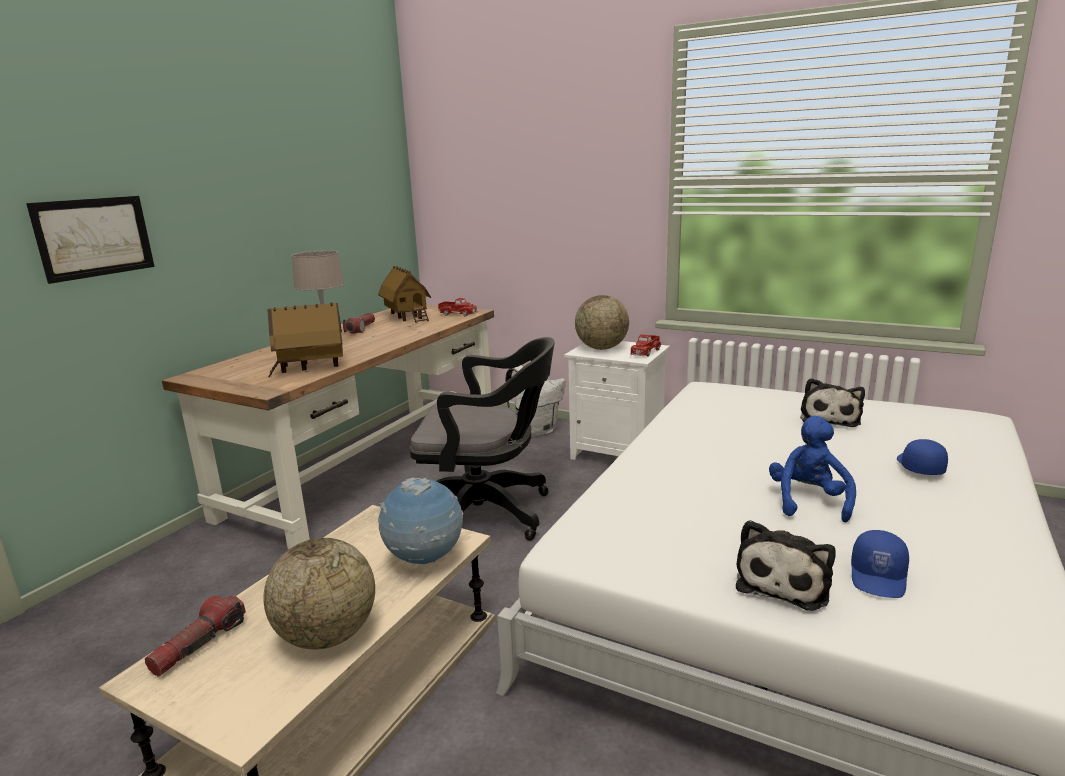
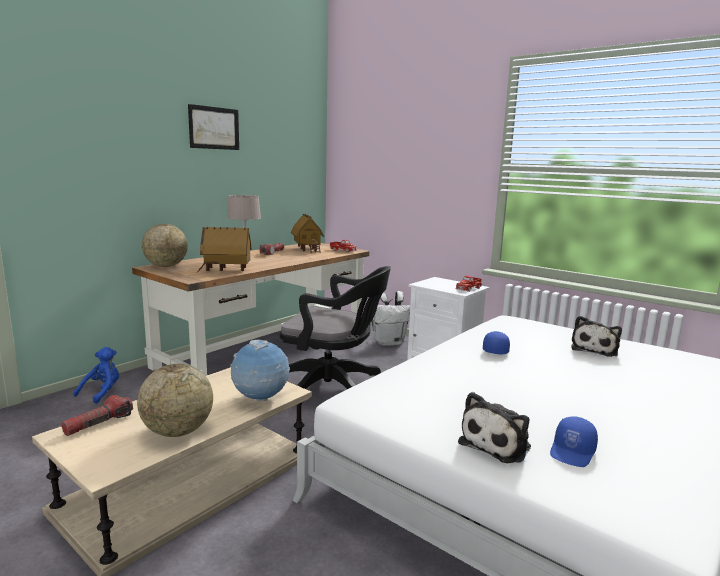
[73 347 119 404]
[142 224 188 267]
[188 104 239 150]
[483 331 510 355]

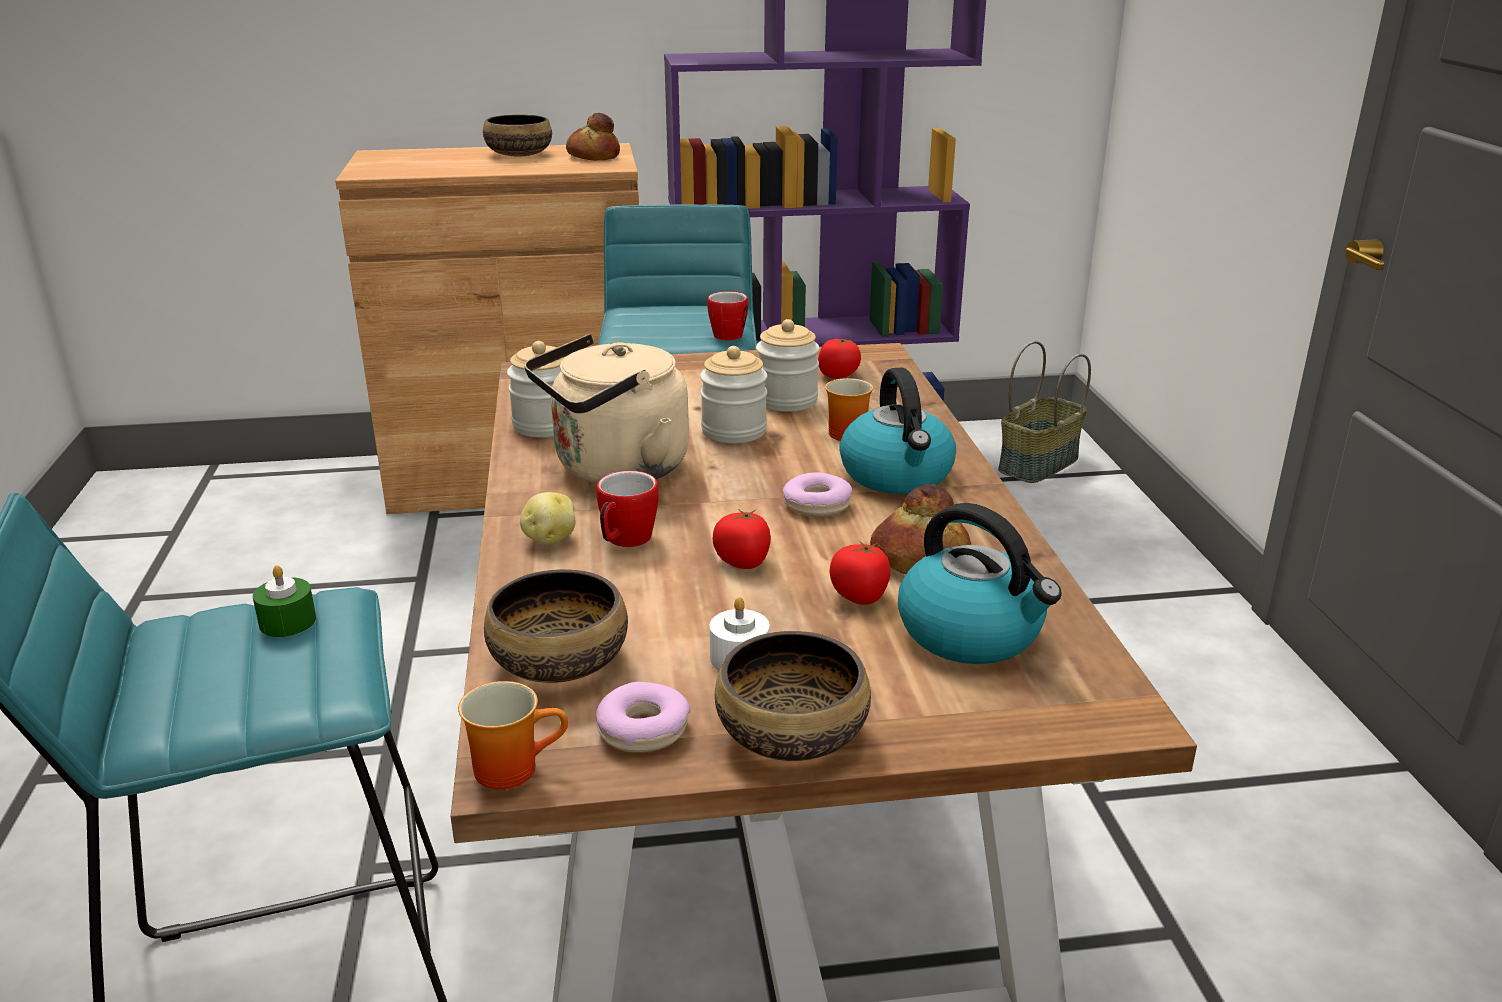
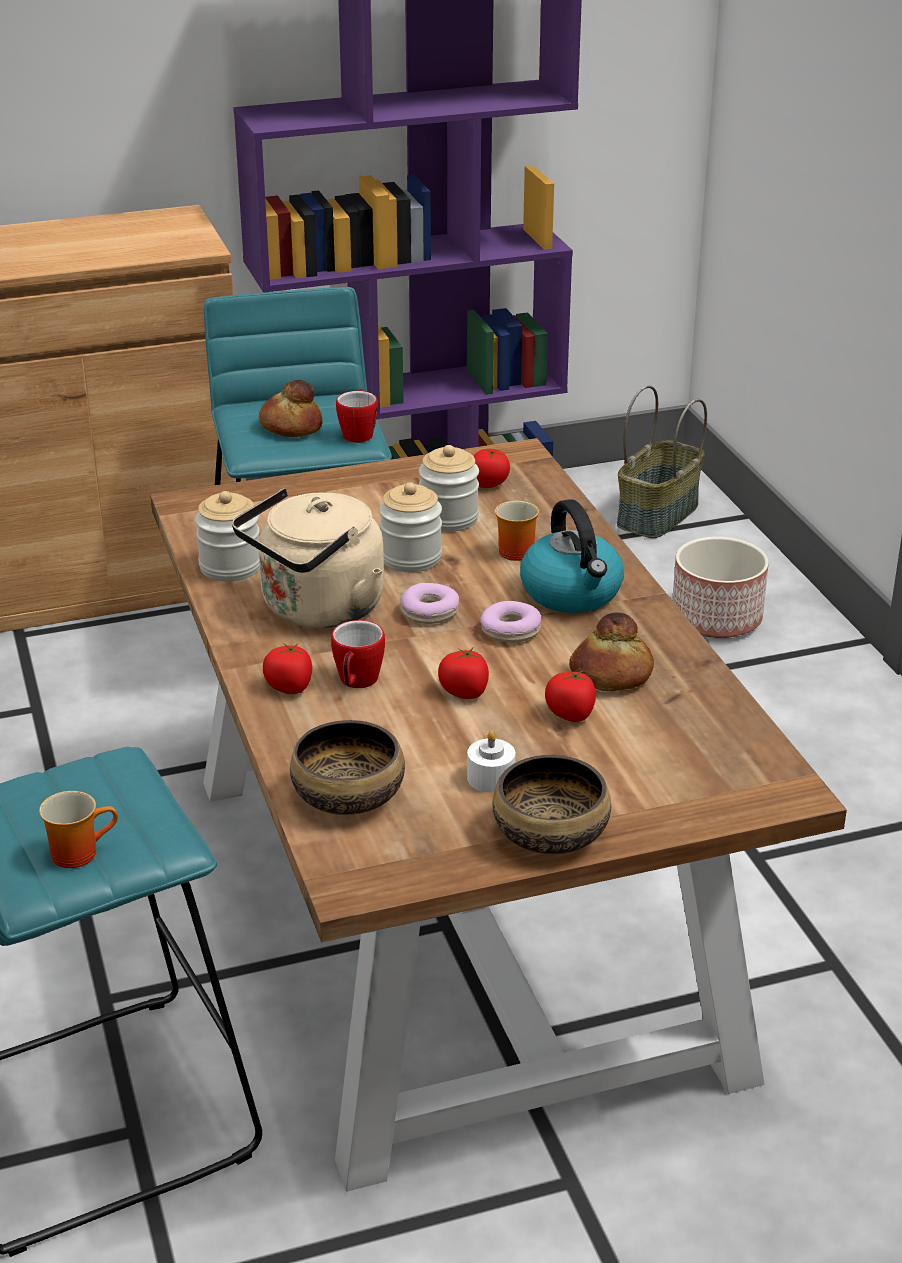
[39 791 118 868]
[259 380 323 437]
[263 643 312 694]
[400 583 459 624]
[672 536 769 638]
[253 565 316 637] (first image)
[483 114 552 157] (first image)
[898 503 1062 664] (first image)

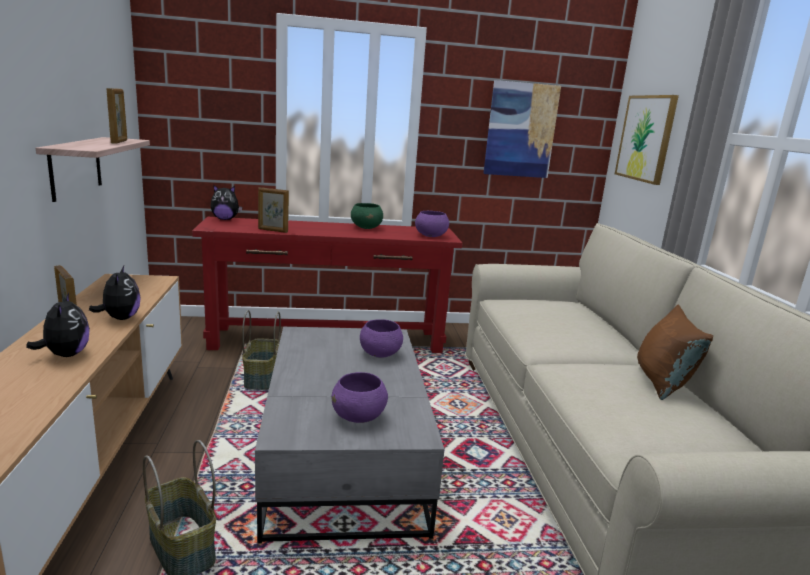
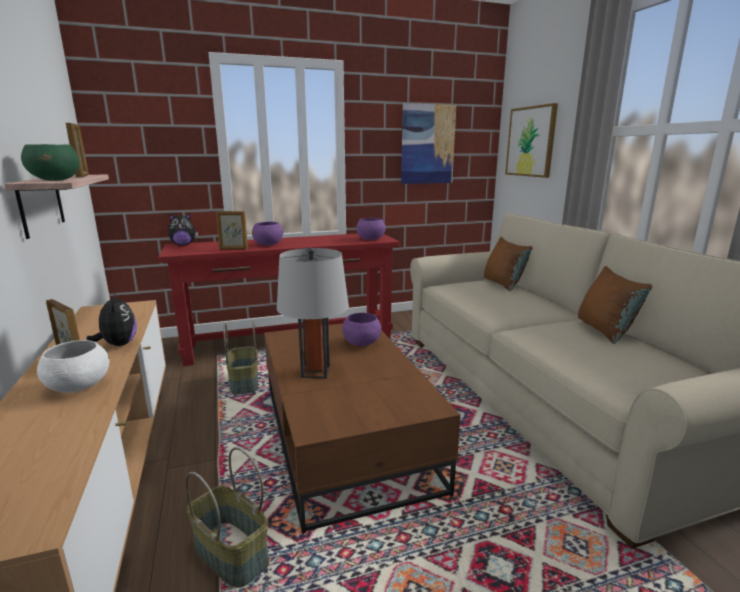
[21 144 79 181]
[37 340 110 393]
[252 222 283 246]
[264 323 461 534]
[277 248 349 378]
[484 237 533 291]

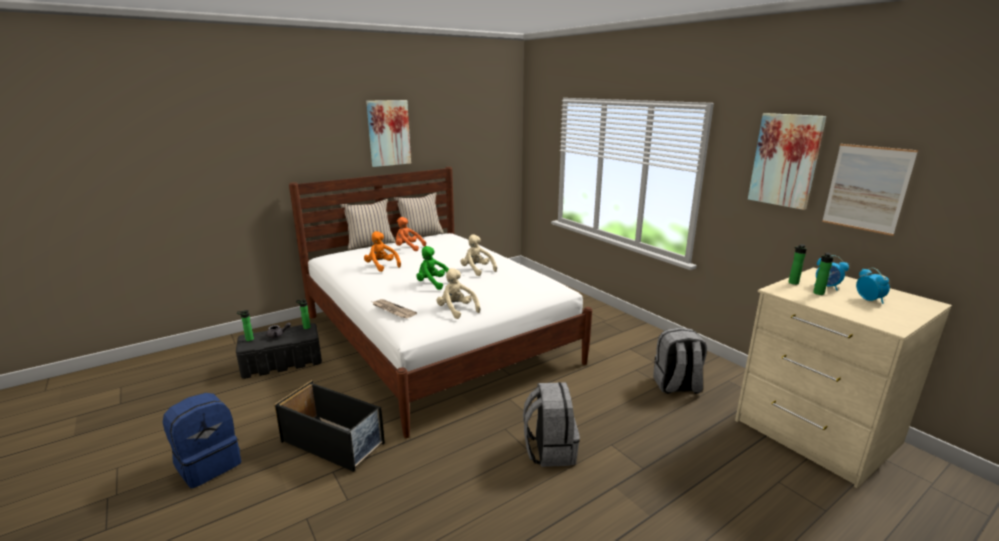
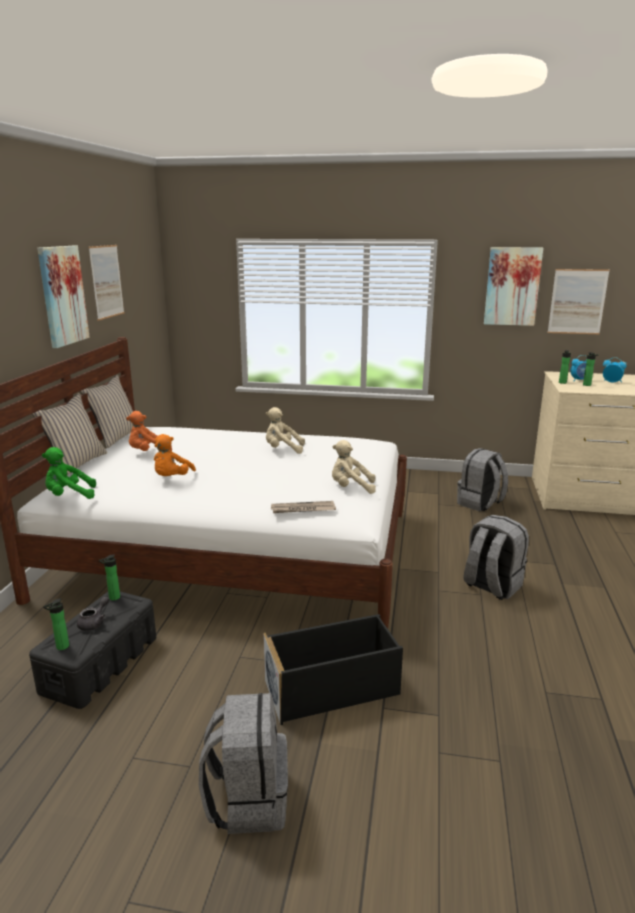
[42 447 96 499]
[88 245 124 321]
[154 434 196 476]
[199 693 288 834]

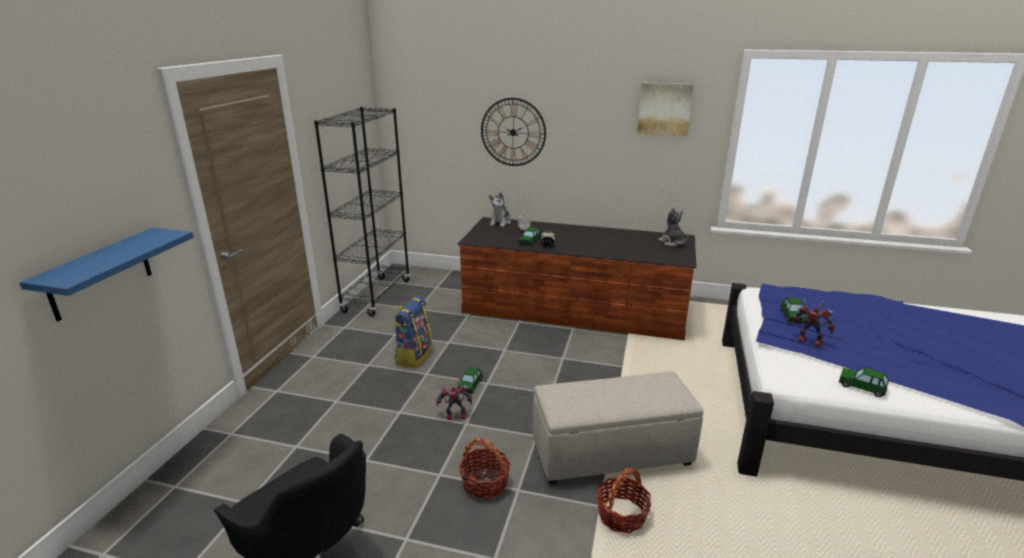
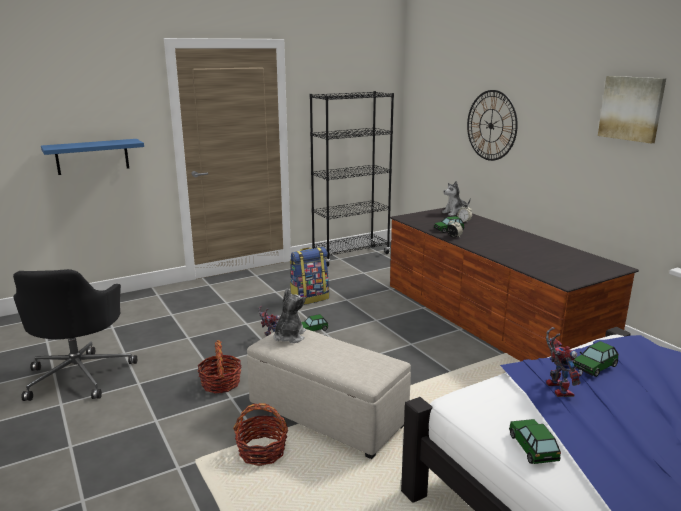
[273 289 306 343]

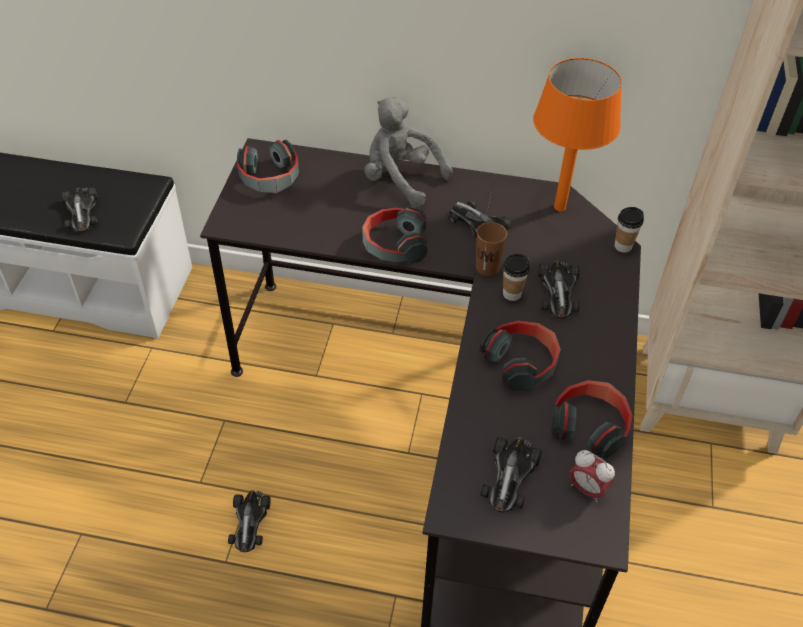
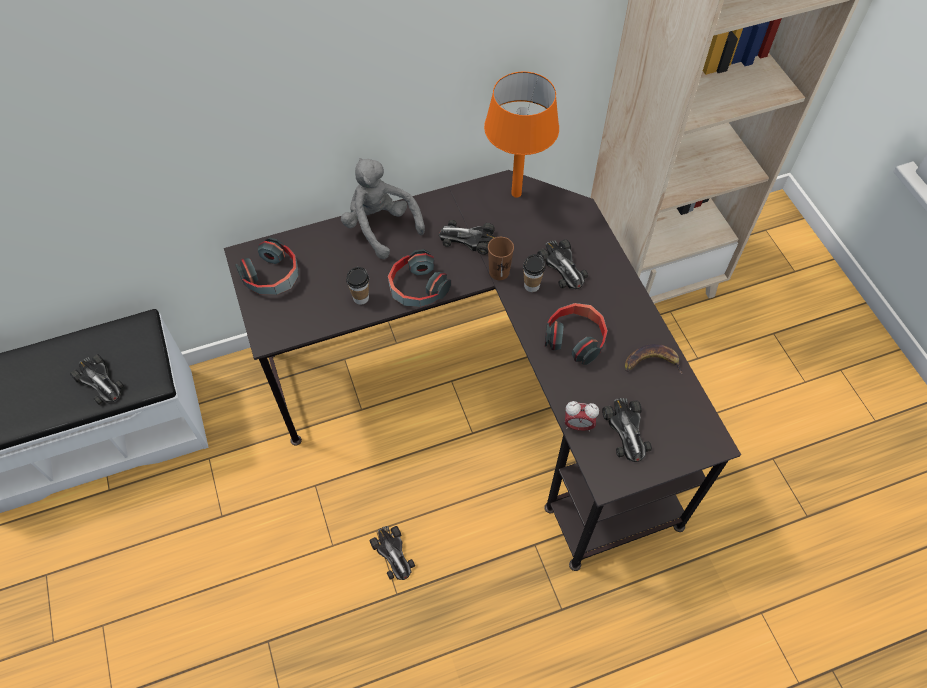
[341 158 425 259]
[346 267 369 305]
[565 401 599 432]
[625 344 683 374]

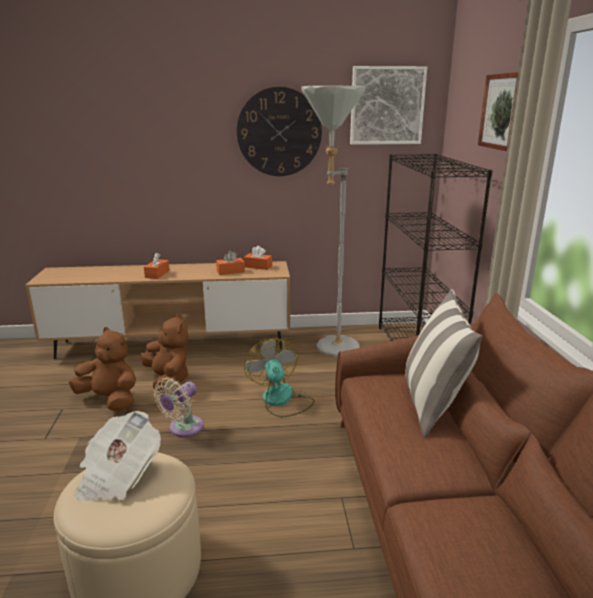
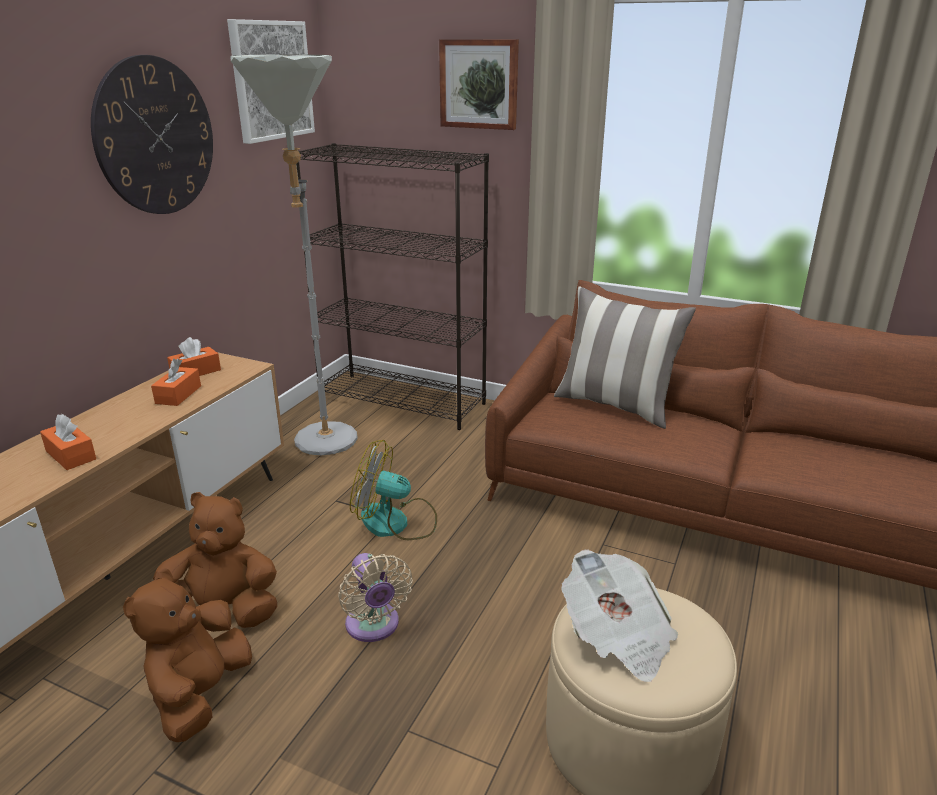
[123 568 252 742]

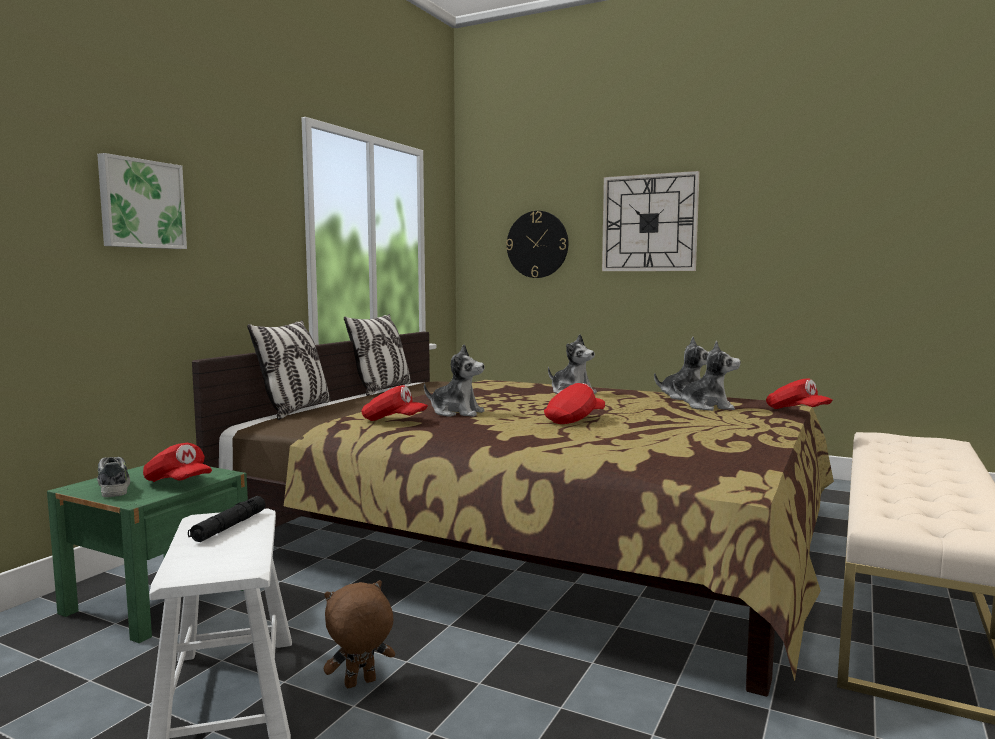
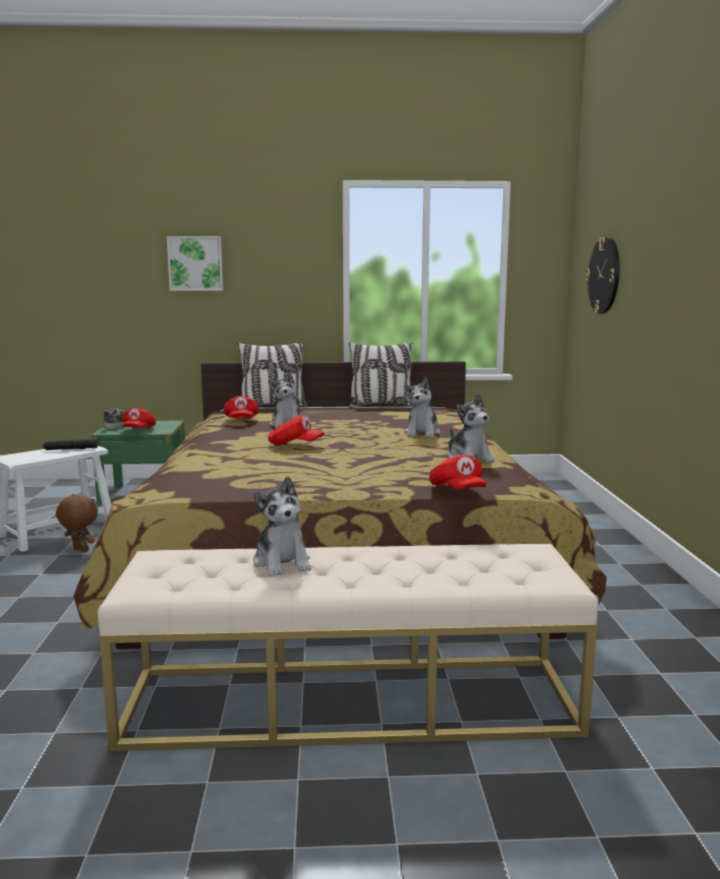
[253 477 311 576]
[429 455 487 490]
[602 171 700 271] (first image)

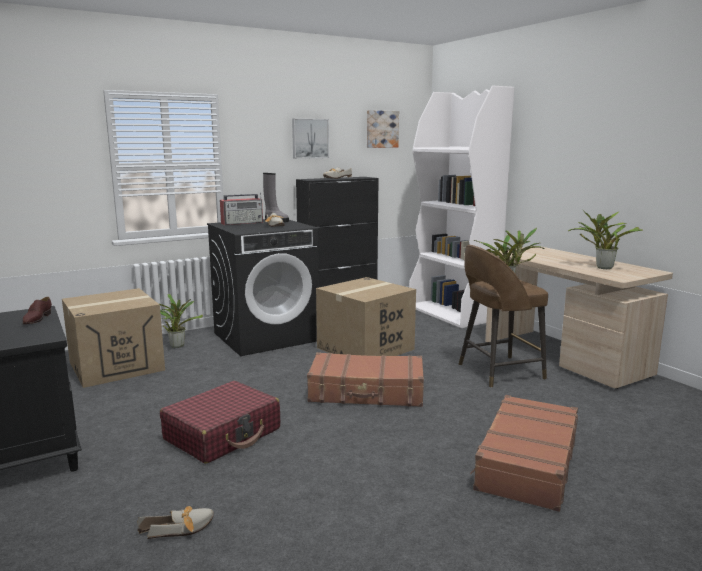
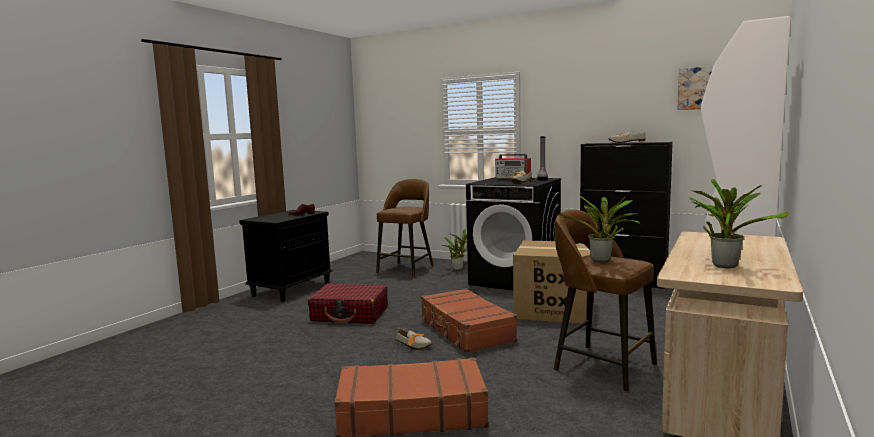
[376 179 434 277]
[395 327 432 350]
[292 118 329 159] (first image)

